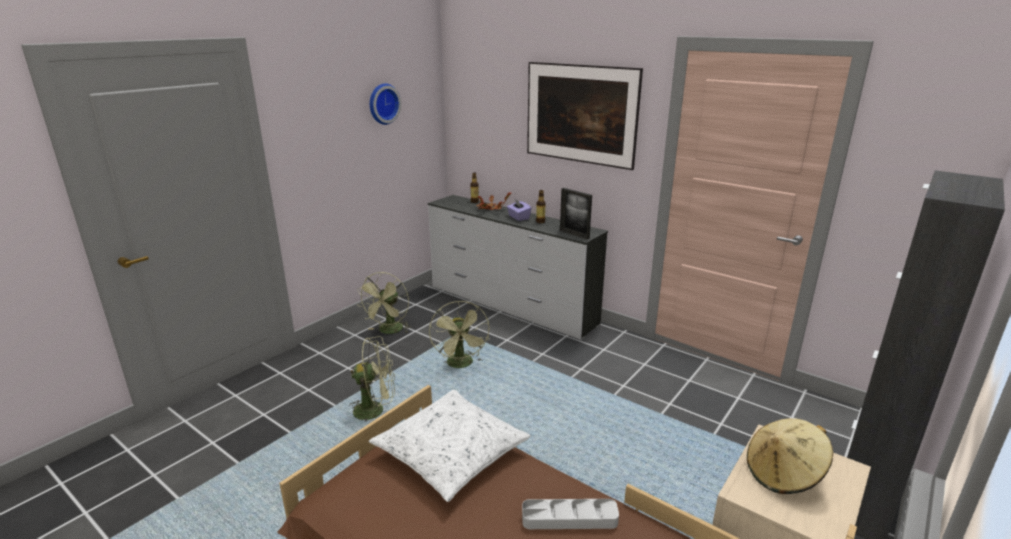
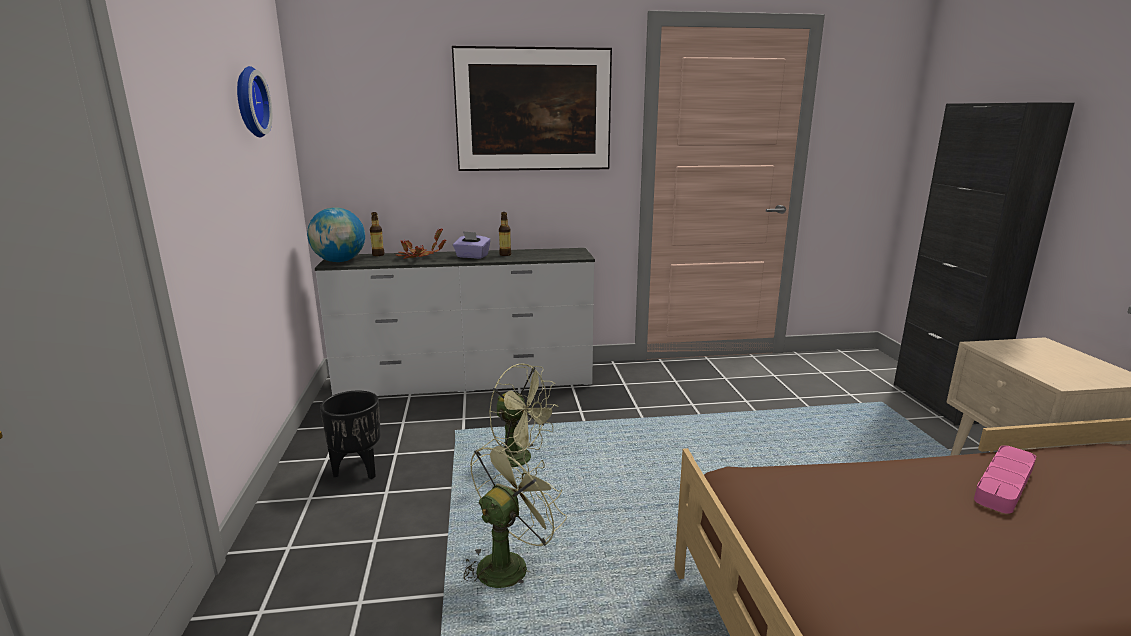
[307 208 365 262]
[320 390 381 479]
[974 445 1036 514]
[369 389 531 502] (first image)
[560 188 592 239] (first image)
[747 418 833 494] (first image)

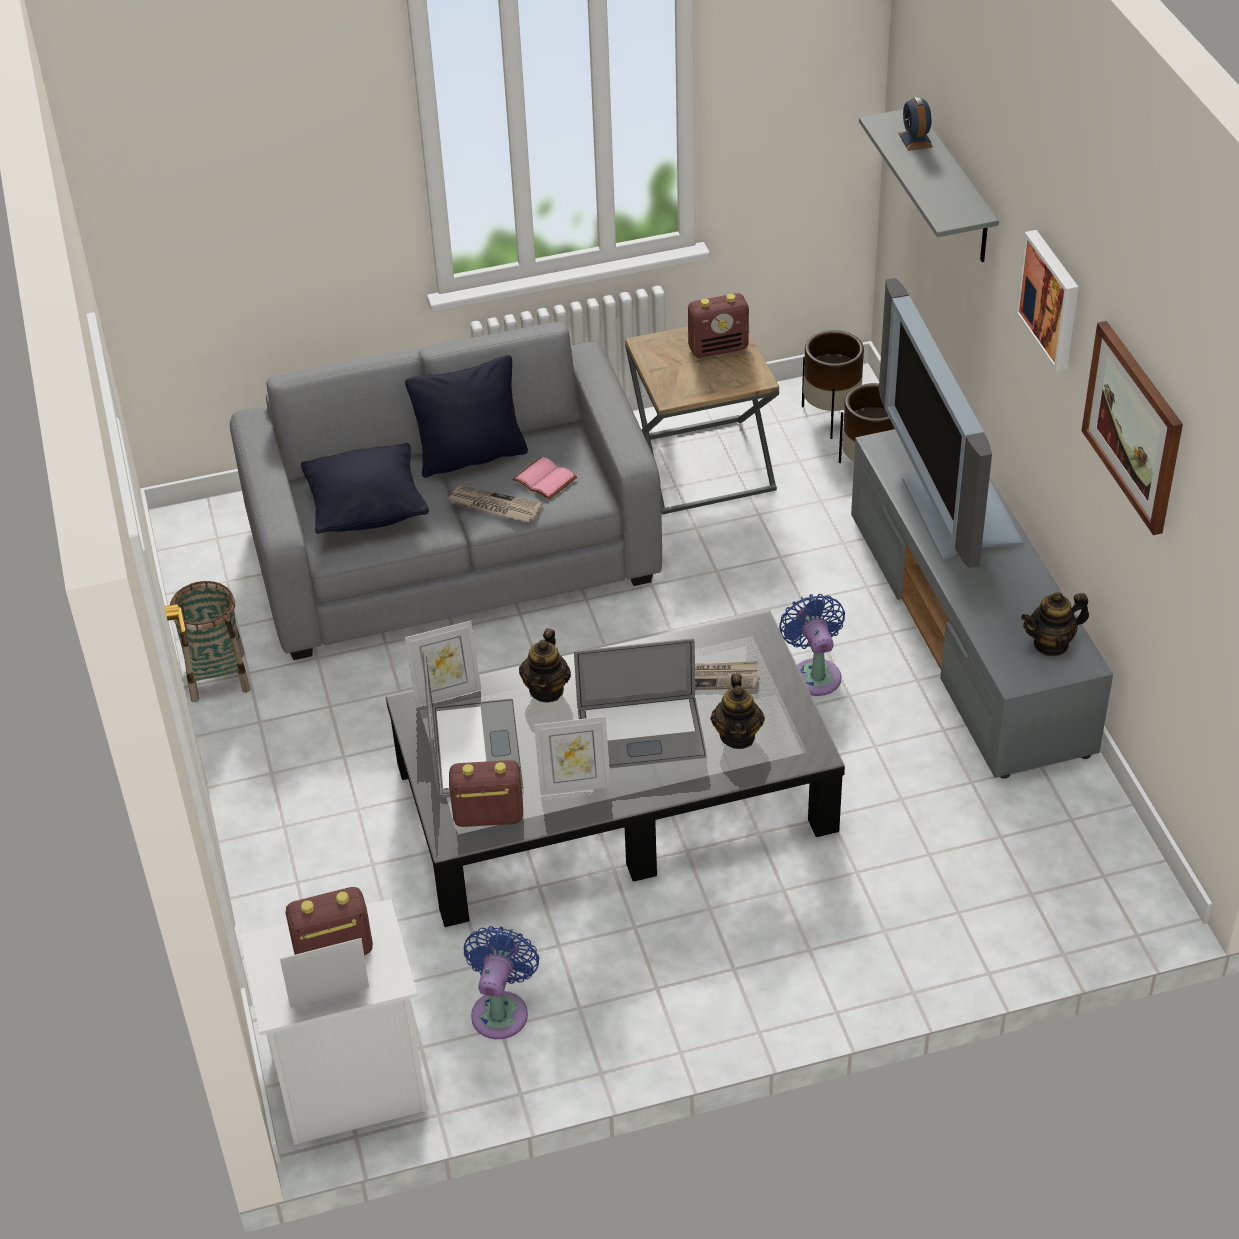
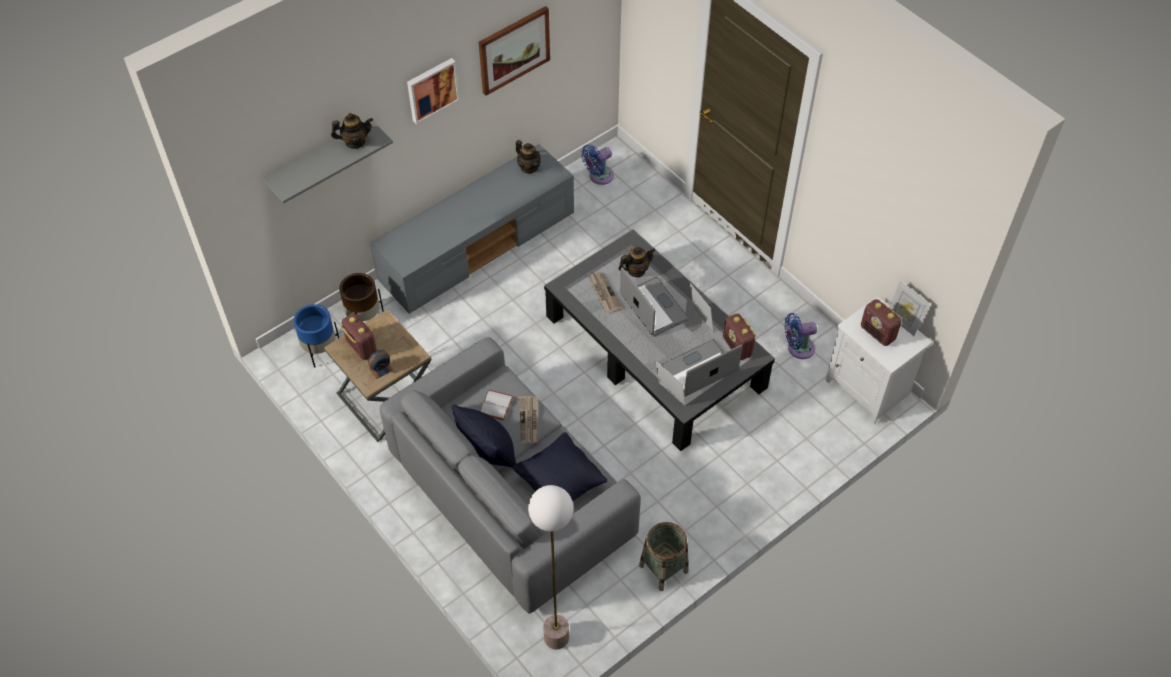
[294 304 339 367]
[331 113 373 149]
[368 350 393 379]
[480 390 513 420]
[528 485 574 649]
[581 145 614 185]
[879 278 1023 568] (first image)

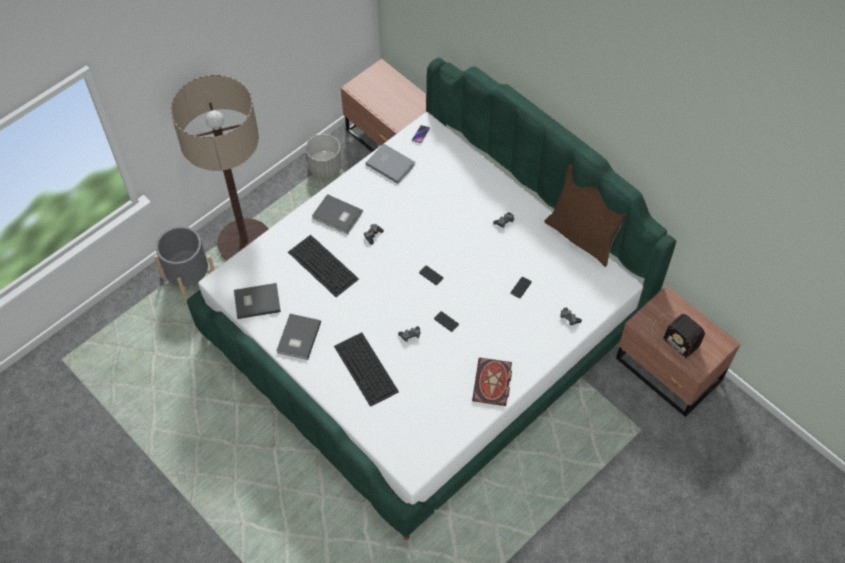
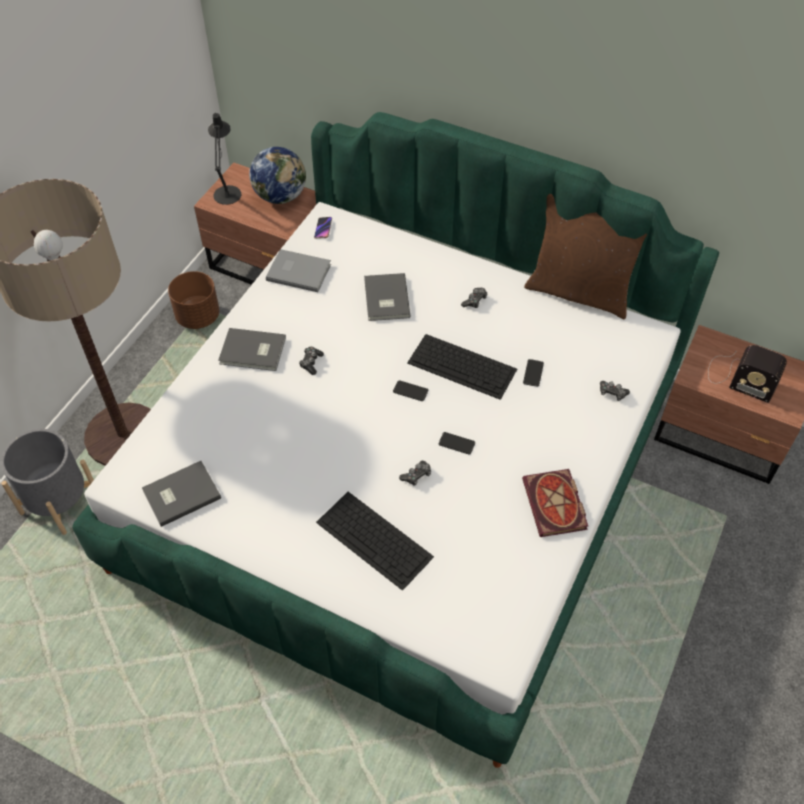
[168 271 220 329]
[208 113 241 205]
[249 147 306 204]
[364 273 410 321]
[407 334 517 400]

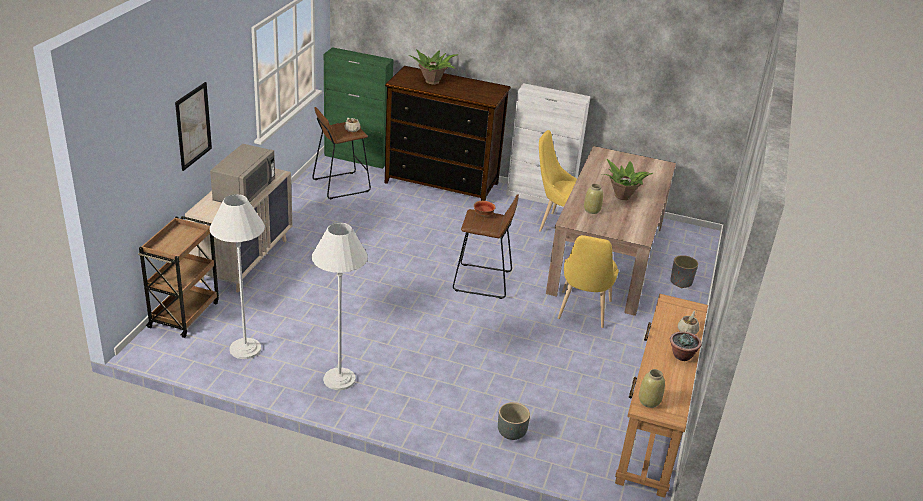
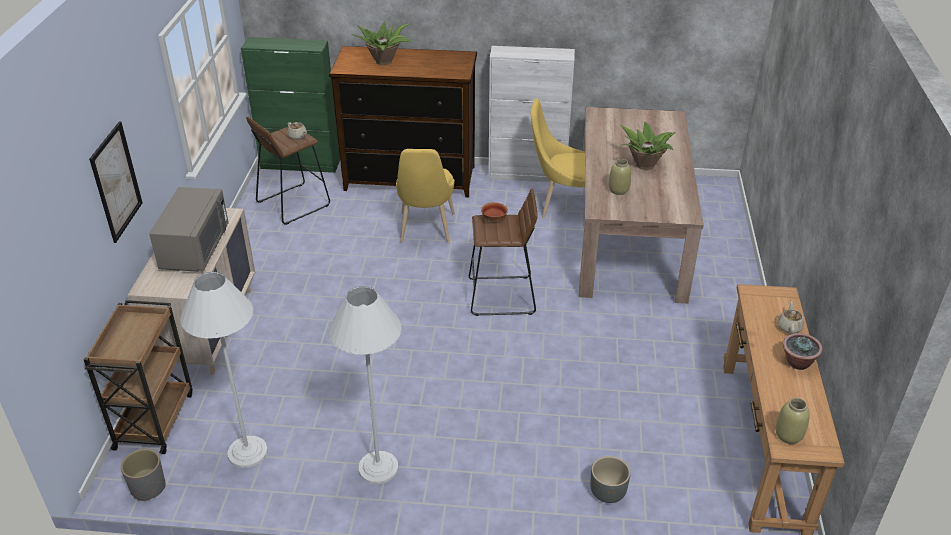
[121 449 166 501]
[396 149 455 243]

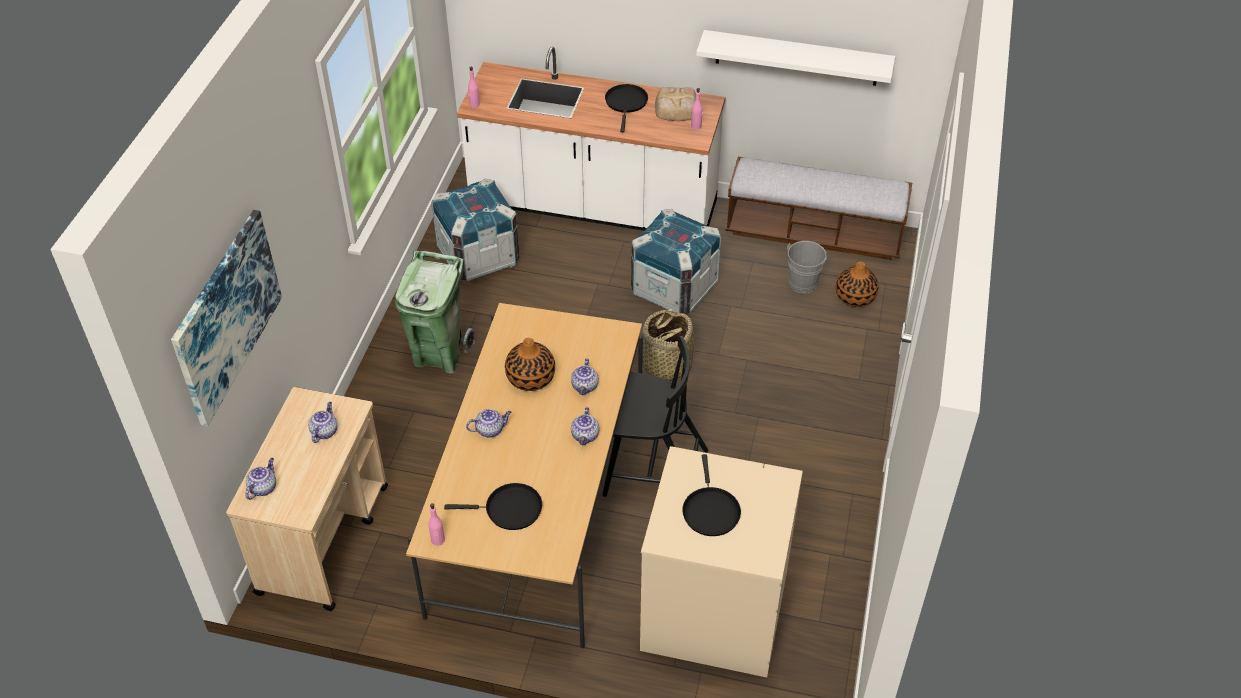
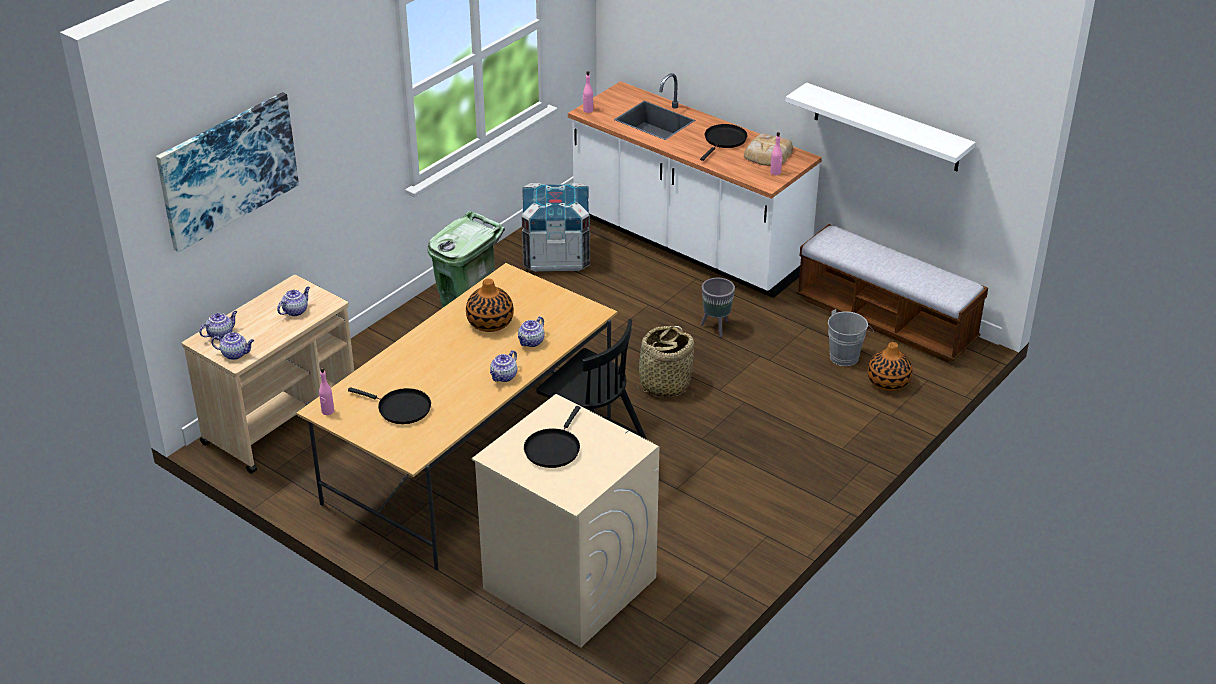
[211 332 254 360]
[701 278 735 337]

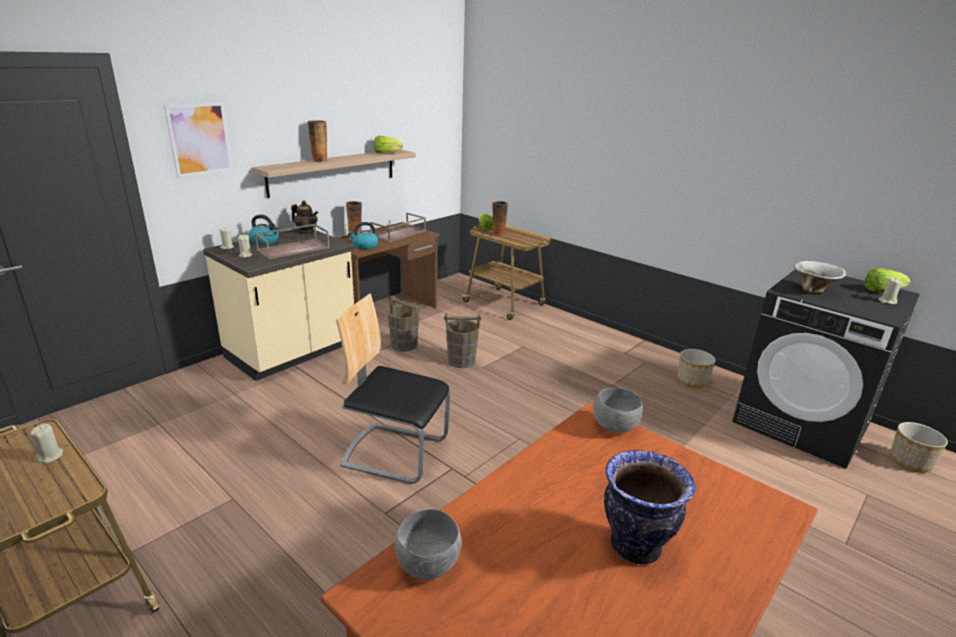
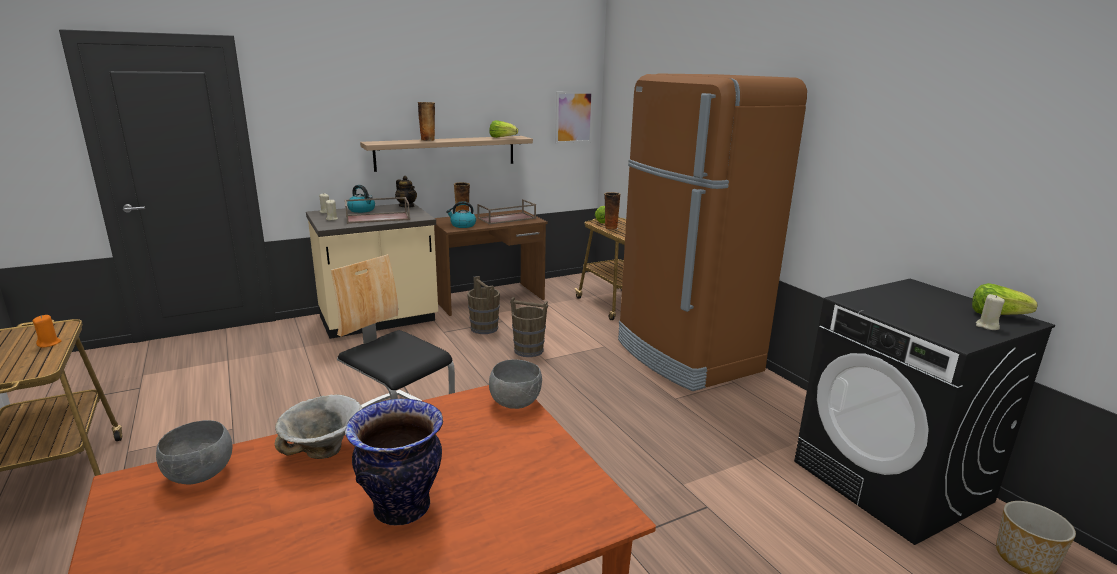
[32 315 61 348]
[275 394 362 459]
[555 91 594 144]
[618 73 807 391]
[678 349 716 388] (first image)

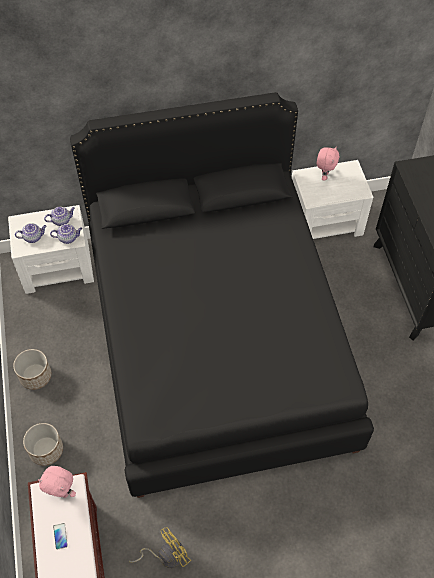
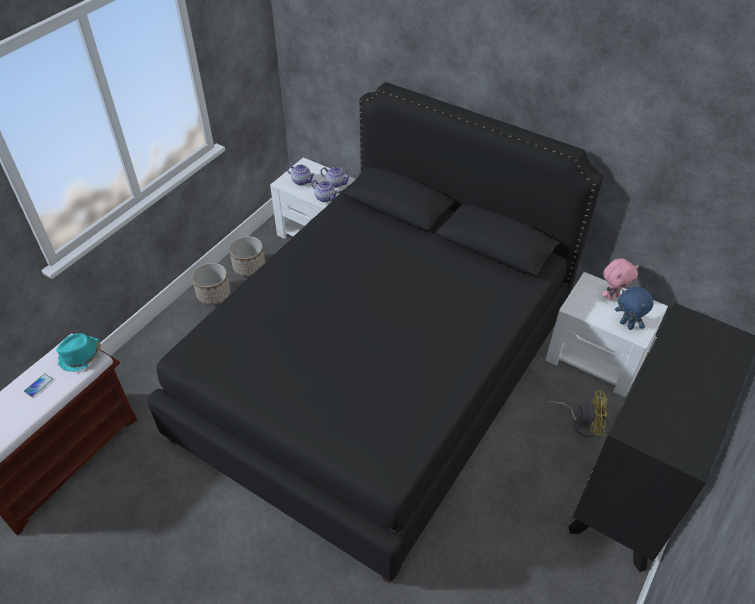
[56 333 101 372]
[229 236 265 277]
[547 390 607 438]
[615 286 654 330]

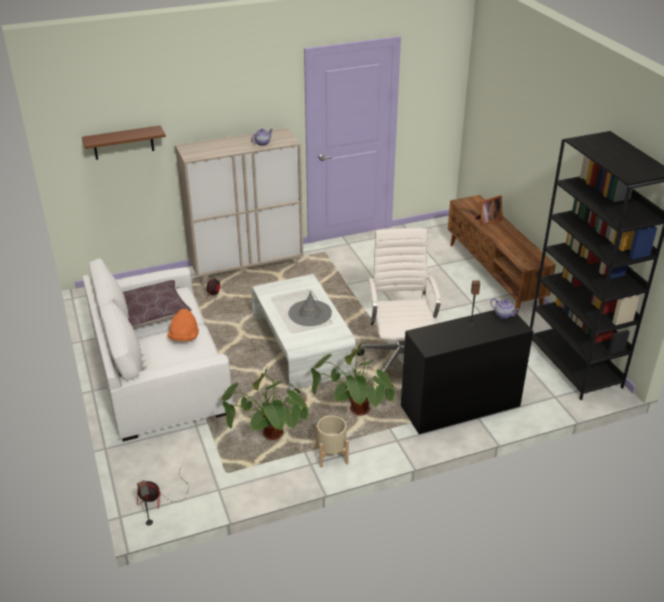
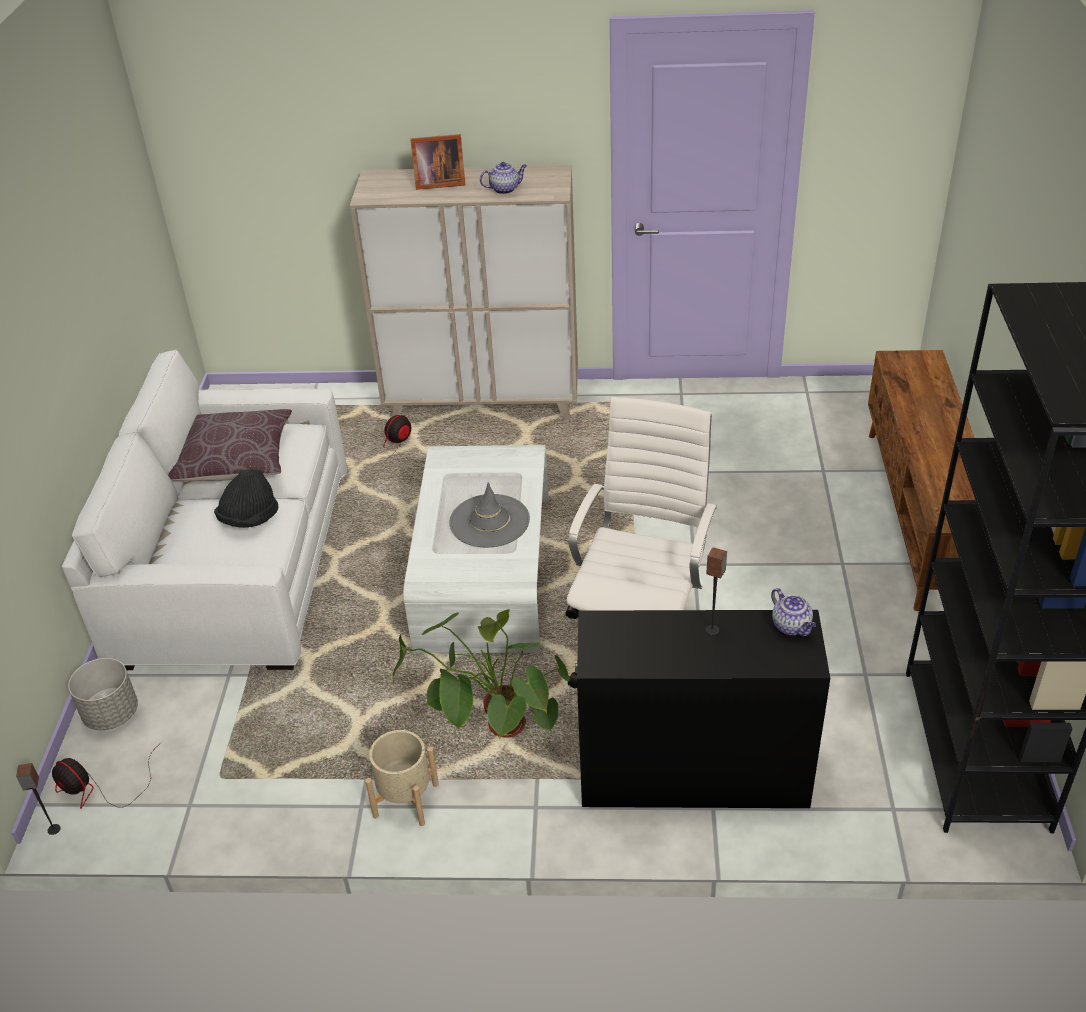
[68 658 138 730]
[214 469 279 528]
[410 134 465 190]
[82 125 166 160] (first image)
[222 367 308 440] (first image)

